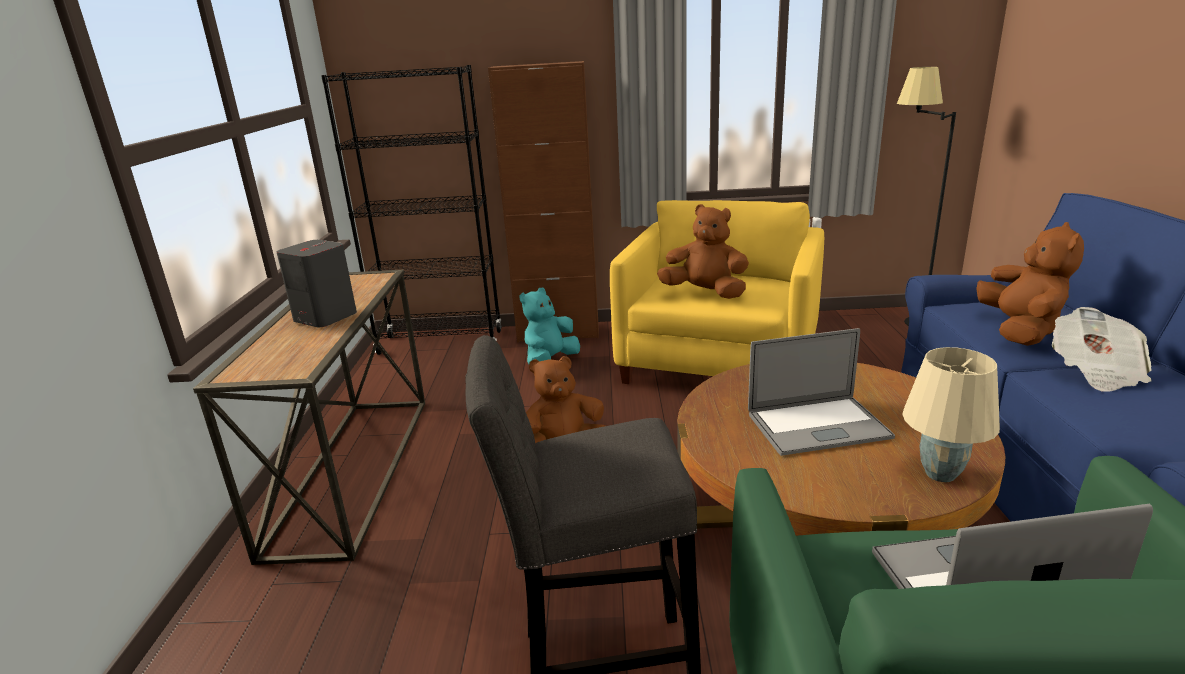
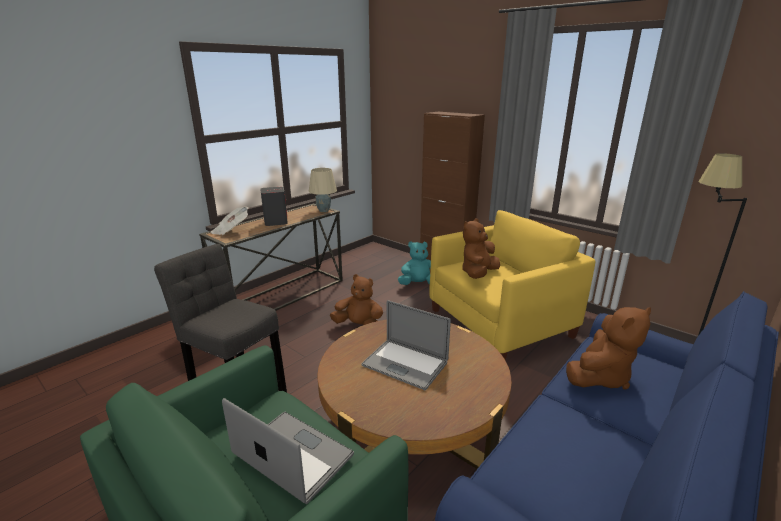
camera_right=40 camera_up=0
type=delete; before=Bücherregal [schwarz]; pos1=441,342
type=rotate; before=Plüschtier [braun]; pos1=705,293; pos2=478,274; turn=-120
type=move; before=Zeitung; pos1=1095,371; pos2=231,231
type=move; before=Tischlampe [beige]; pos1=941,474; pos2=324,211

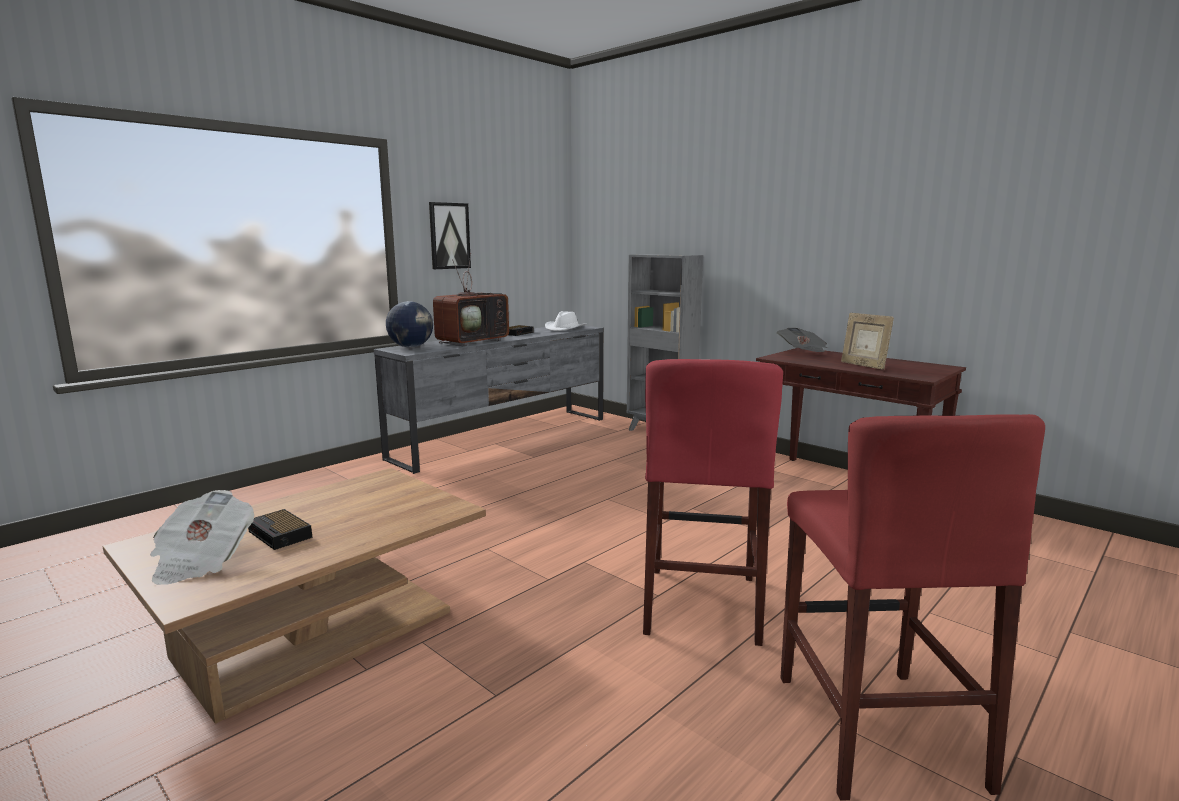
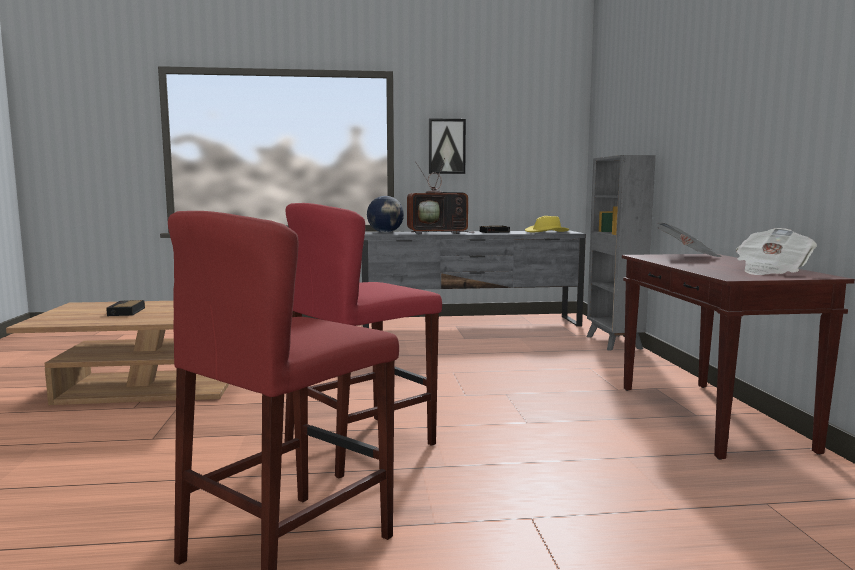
camera_right=40 camera_up=-5
type=recolor; before=Hut [weiß]; after=Hut [gelb]; pos1=565,329; pos2=546,232
type=delete; before=Bilderrahmen; pos1=863,366
type=move; before=Zeitung; pos1=202,561; pos2=771,271

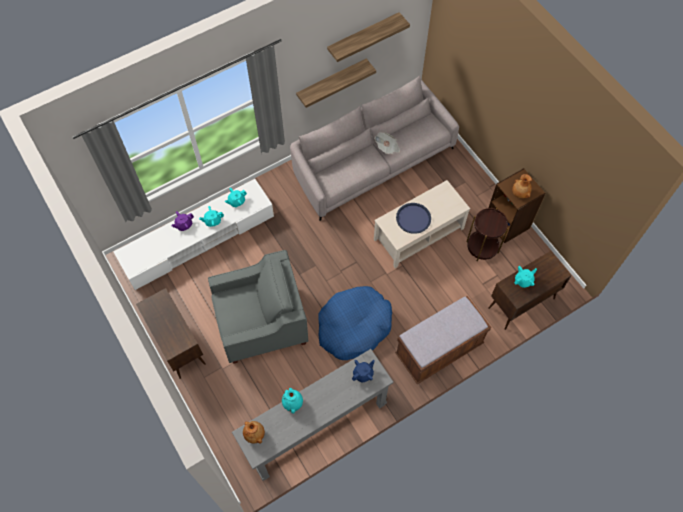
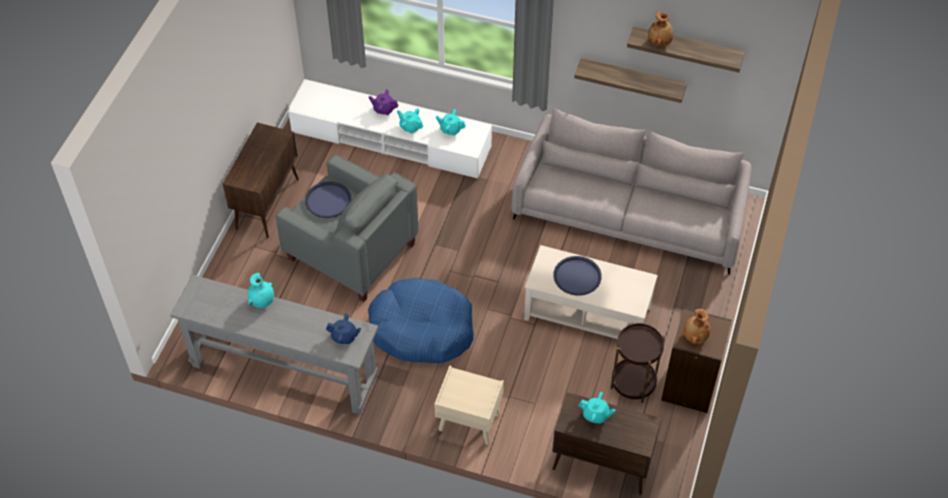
camera_right=50 camera_up=-10
type=delete; before=Zeitung; pos1=387,147
type=replace; before=Bank [braun]; after=Nachttisch [beige]; pos1=439,349; pos2=468,422
type=move; before=Vase [braun]; pos1=255,434; pos2=660,42
type=insert; after=Tablett [blau]; pos2=328,200

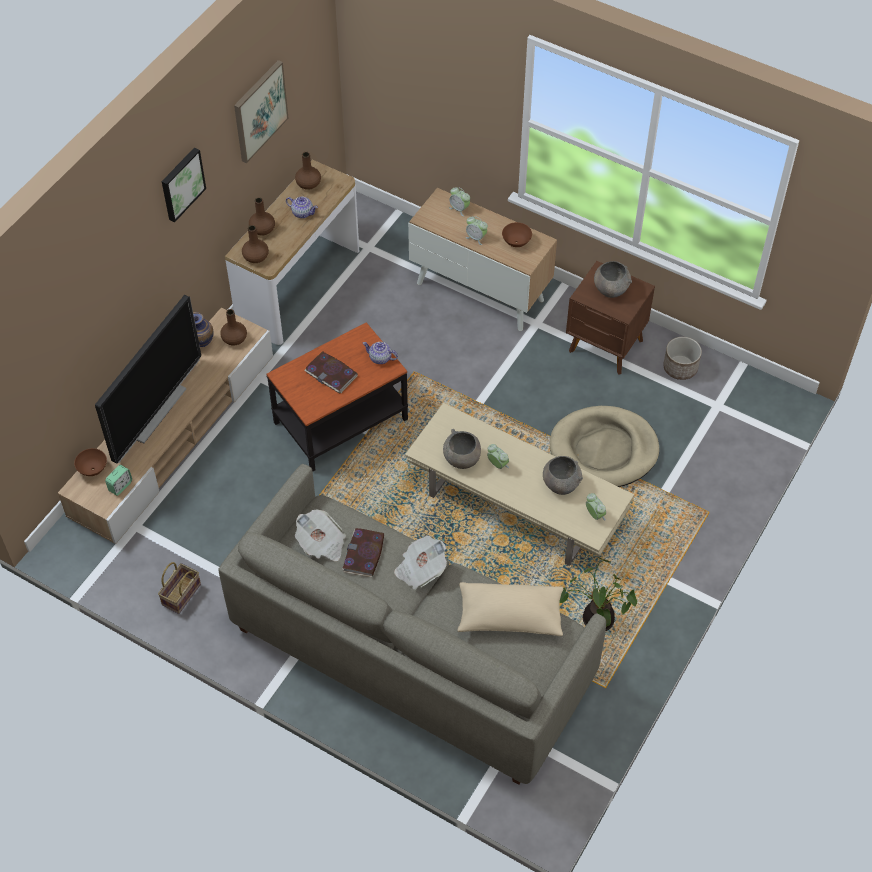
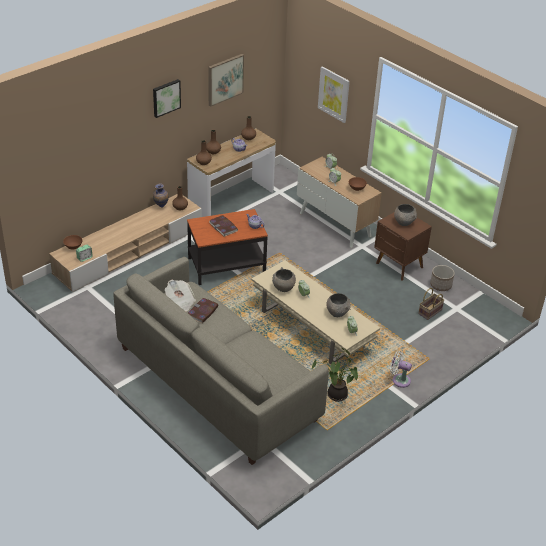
camera_right=15 camera_up=-15
type=delete; before=Fernseher; pos1=155,411
type=delete; before=Hundebett [beige]; pos1=603,450
type=delete; before=Zeitung; pos1=420,569
type=move; before=Korb; pos1=181,596; pos2=430,312
type=delete; before=Kissen [beige]; pos1=510,617
type=insert; after=Bild; pos2=334,94
type=insert; after=Ventilator [weiß]; pos2=399,380

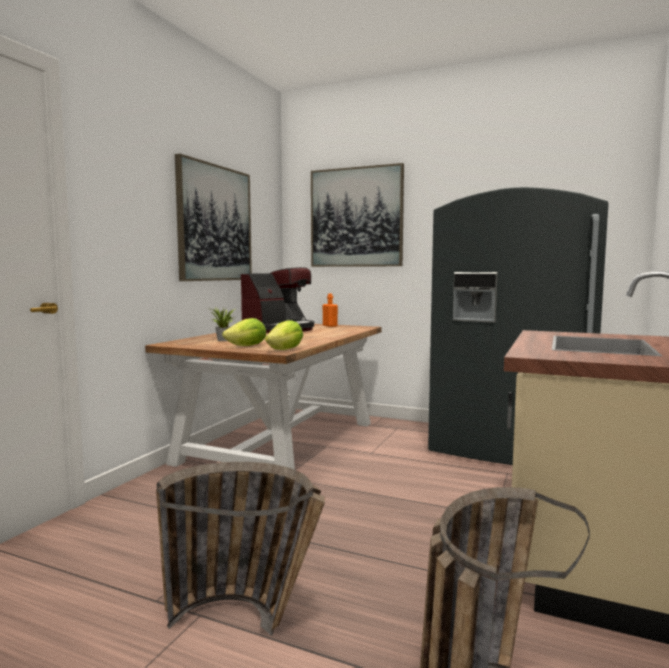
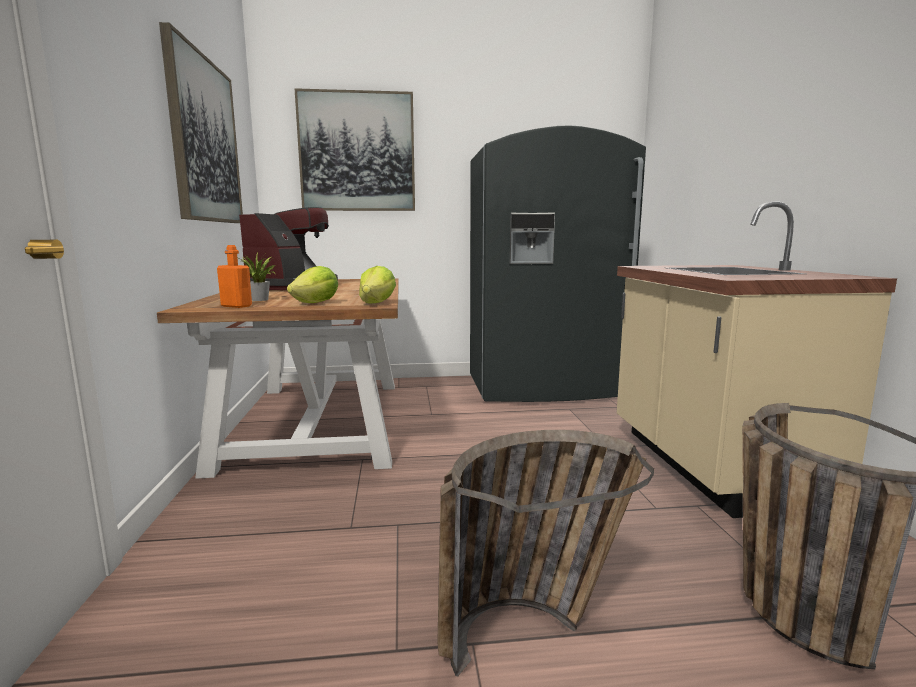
camera_right=-30 camera_up=5
type=move; before=Flasche [orange]; pos1=330,326; pos2=236,306

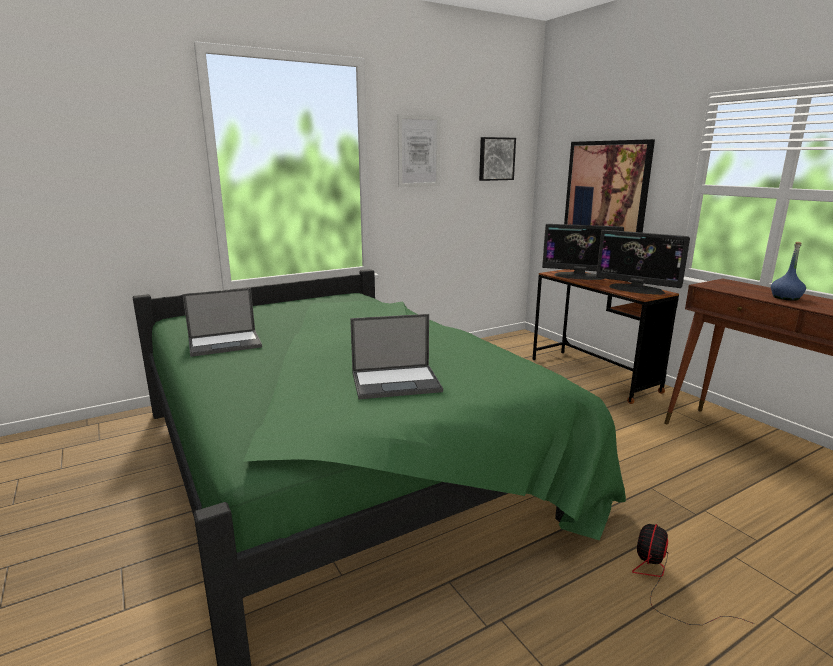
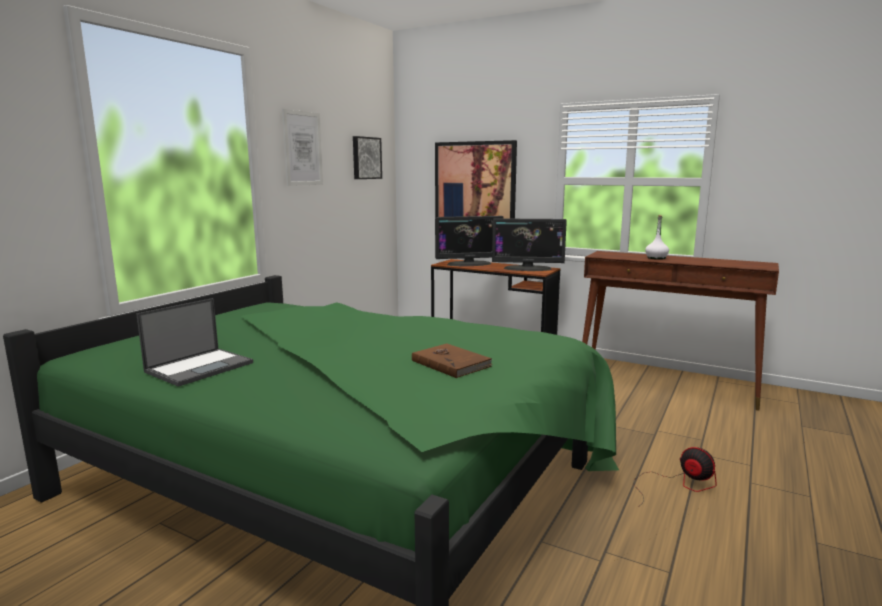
camera_right=-30 camera_up=-5
type=recolor; before=Flasche [blau]; after=Flasche [weiß]; pos1=786,298; pos2=656,258
type=replace; before=Laptop; after=Buch [braun]; pos1=397,382; pos2=451,363
type=rotate; before=Ventilator; pos1=662,582; pos2=677,485; turn=135

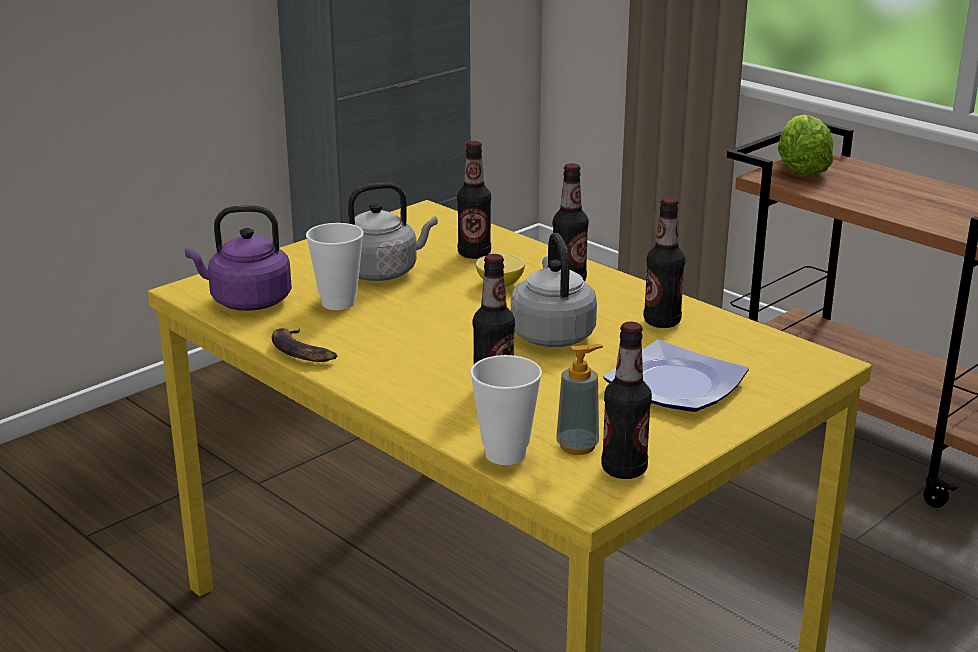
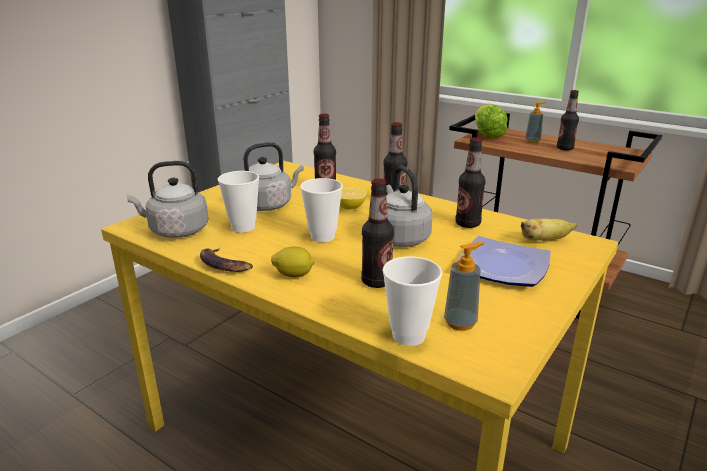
camera_right=-10 camera_up=0
type=recolor; before=Wasserkessel [lila]; after=Wasserkessel [grau]; pos1=246,301; pos2=176,231
type=move; before=Flasche; pos1=624,469; pos2=564,148
type=insert; after=Seifenspender; pos2=532,141
type=insert; after=Tasse; pos2=322,237
type=insert; after=Banane; pos2=544,240
type=insert; after=Zitrone; pos2=293,275

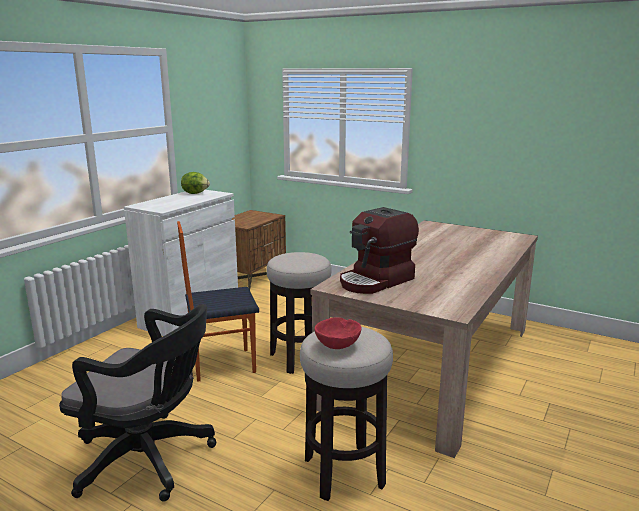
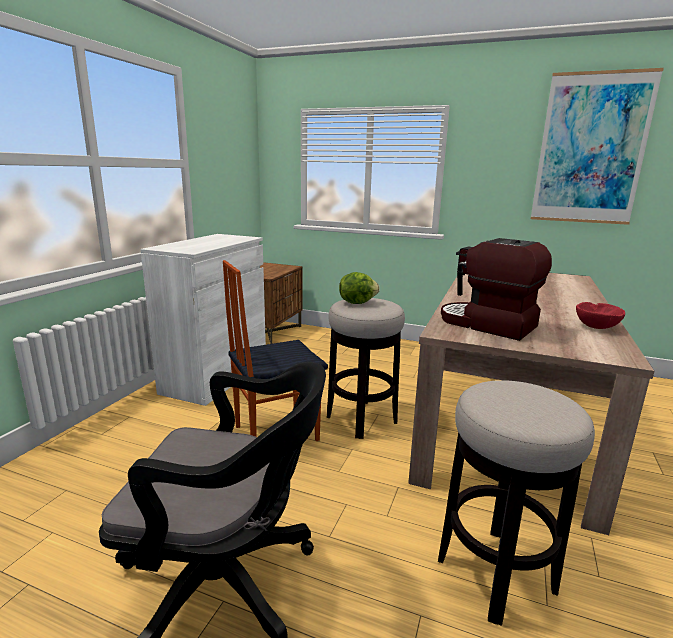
camera_right=-10 camera_up=0
type=move; before=Salatkopf; pos1=195,193; pos2=357,302
type=rotate; before=Kaffeemaschine; pos1=376,281; pos2=487,324; turn=90
type=move; before=Schüssel [rot]; pos1=337,345; pos2=596,327
type=insert; after=Bild; pos2=591,149

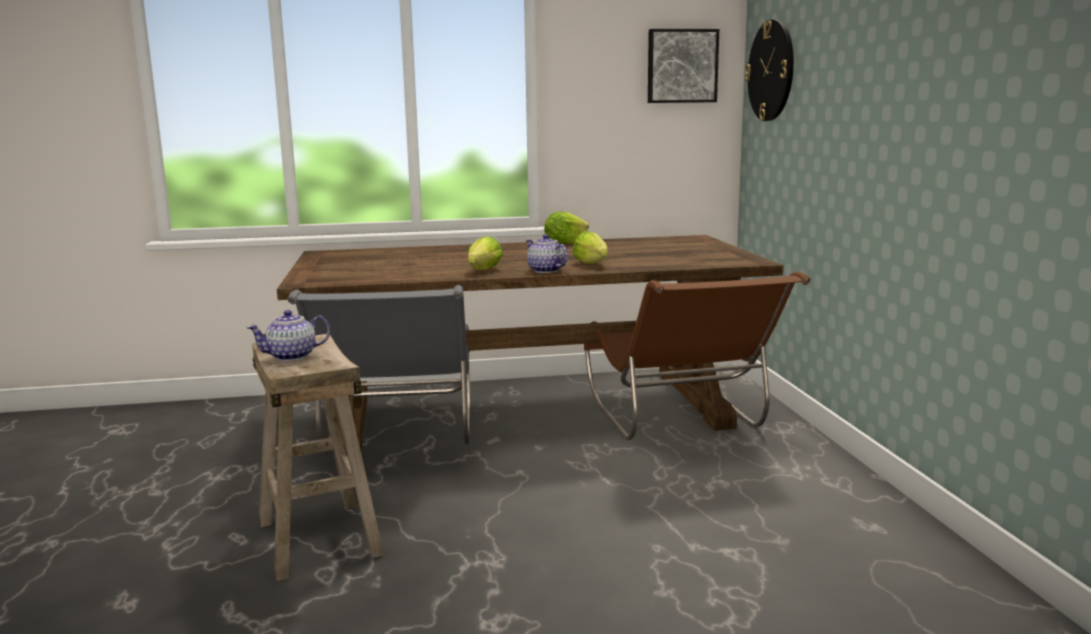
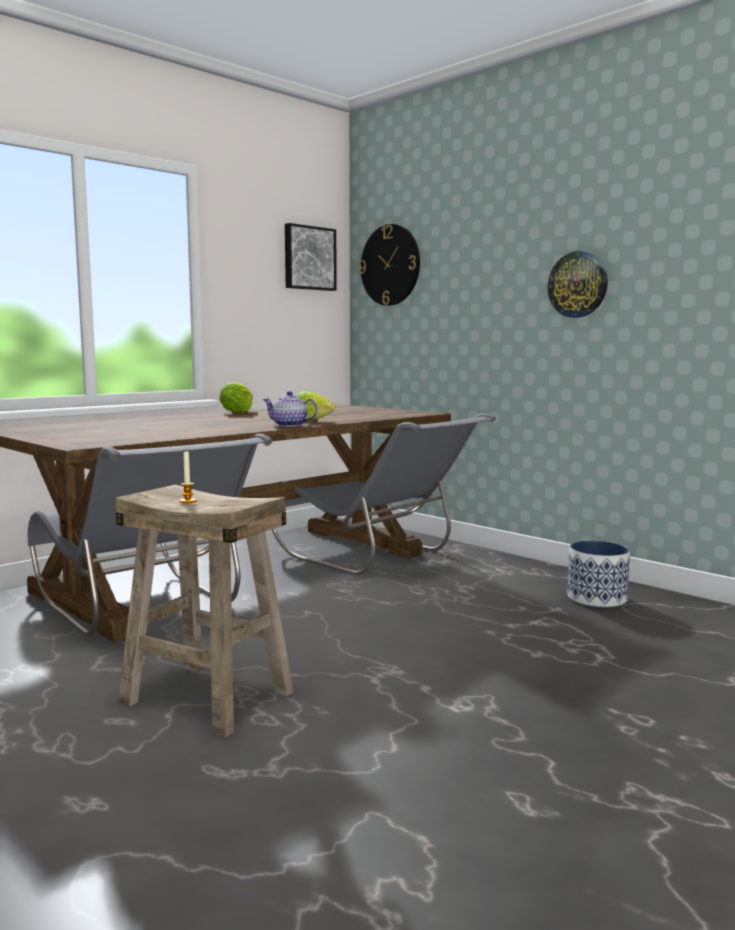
camera_right=-35 camera_up=-5
type=delete; before=Salatkopf; pos1=483,271
type=recolor; before=Stuhl [braun]; after=Stuhl [grau]; pos1=679,421; pos2=375,557
type=replace; before=Teekanne; after=Kerze; pos1=292,356; pos2=188,501
type=insert; after=Wanduhr; pos2=578,284
type=insert; after=Pflanzkübel; pos2=597,598

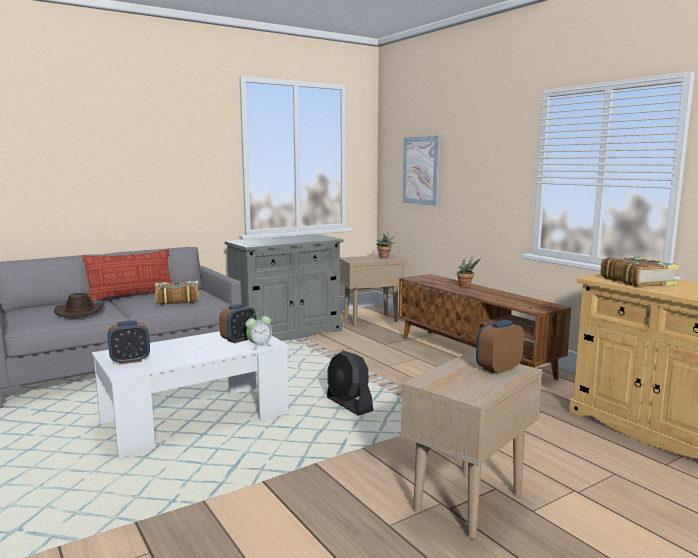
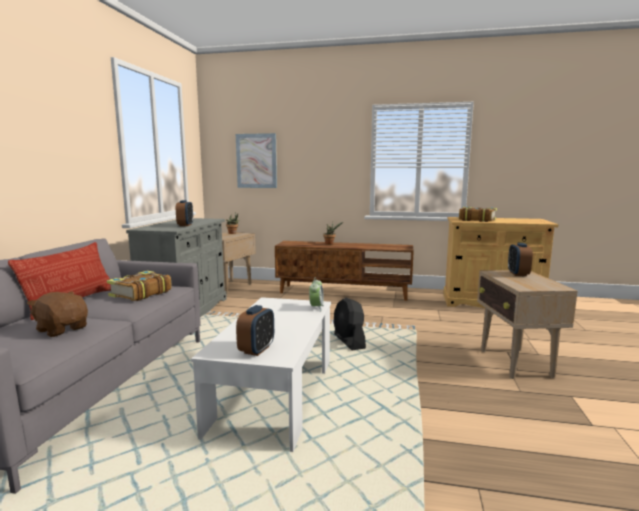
camera_right=-45 camera_up=0
type=replace; before=Hut [braun]; after=Plüschtier [braun]; pos1=80,312; pos2=62,329
type=move; before=Wecker; pos1=239,340; pos2=185,225
type=rotate; before=Ventilator [schwarz]; pos1=349,405; pos2=349,341; turn=60

